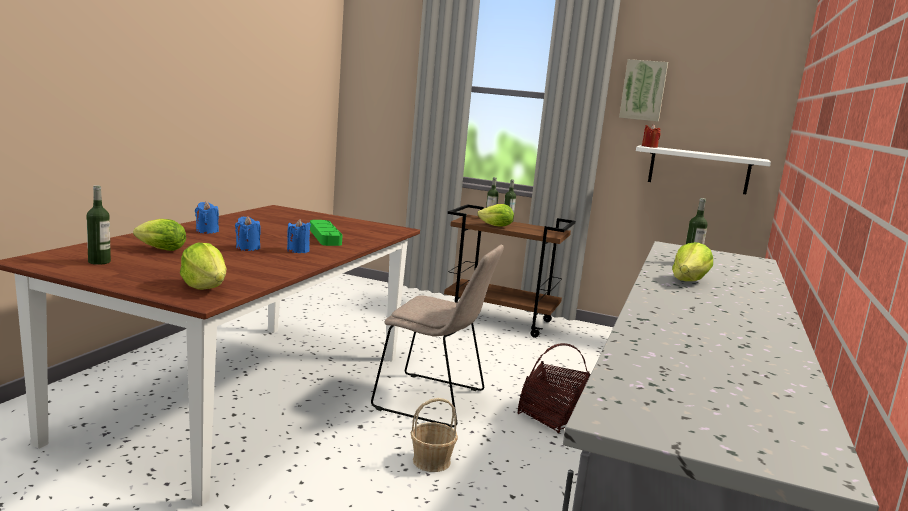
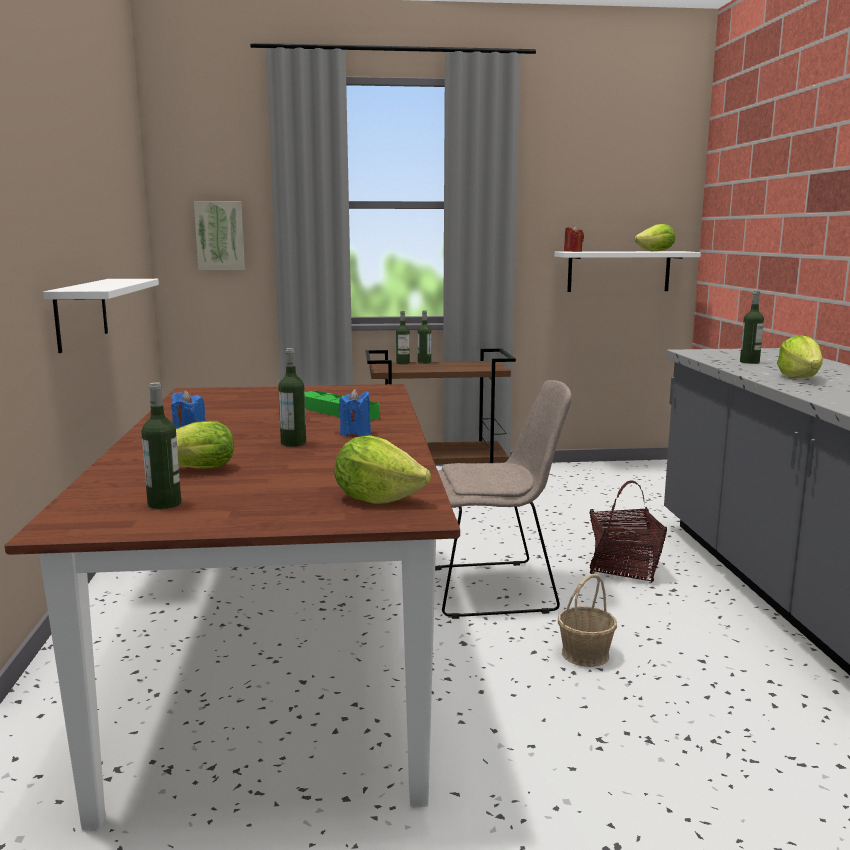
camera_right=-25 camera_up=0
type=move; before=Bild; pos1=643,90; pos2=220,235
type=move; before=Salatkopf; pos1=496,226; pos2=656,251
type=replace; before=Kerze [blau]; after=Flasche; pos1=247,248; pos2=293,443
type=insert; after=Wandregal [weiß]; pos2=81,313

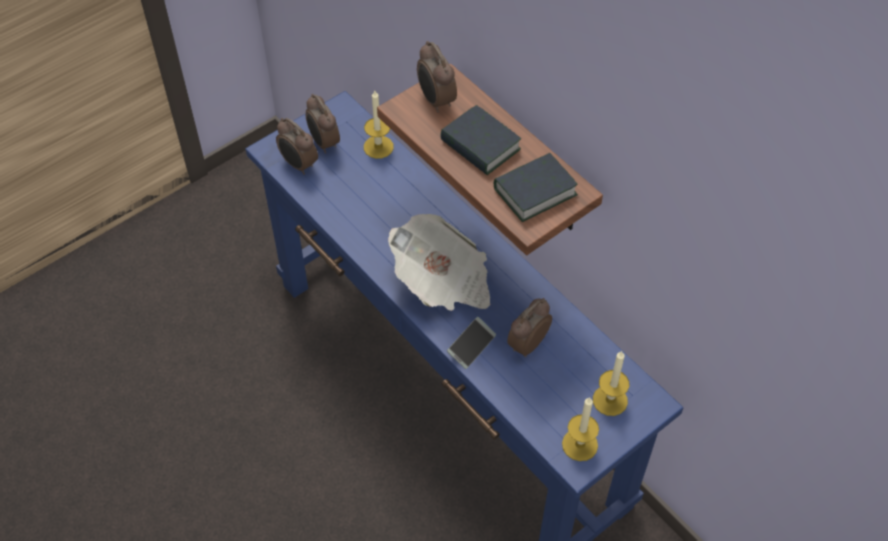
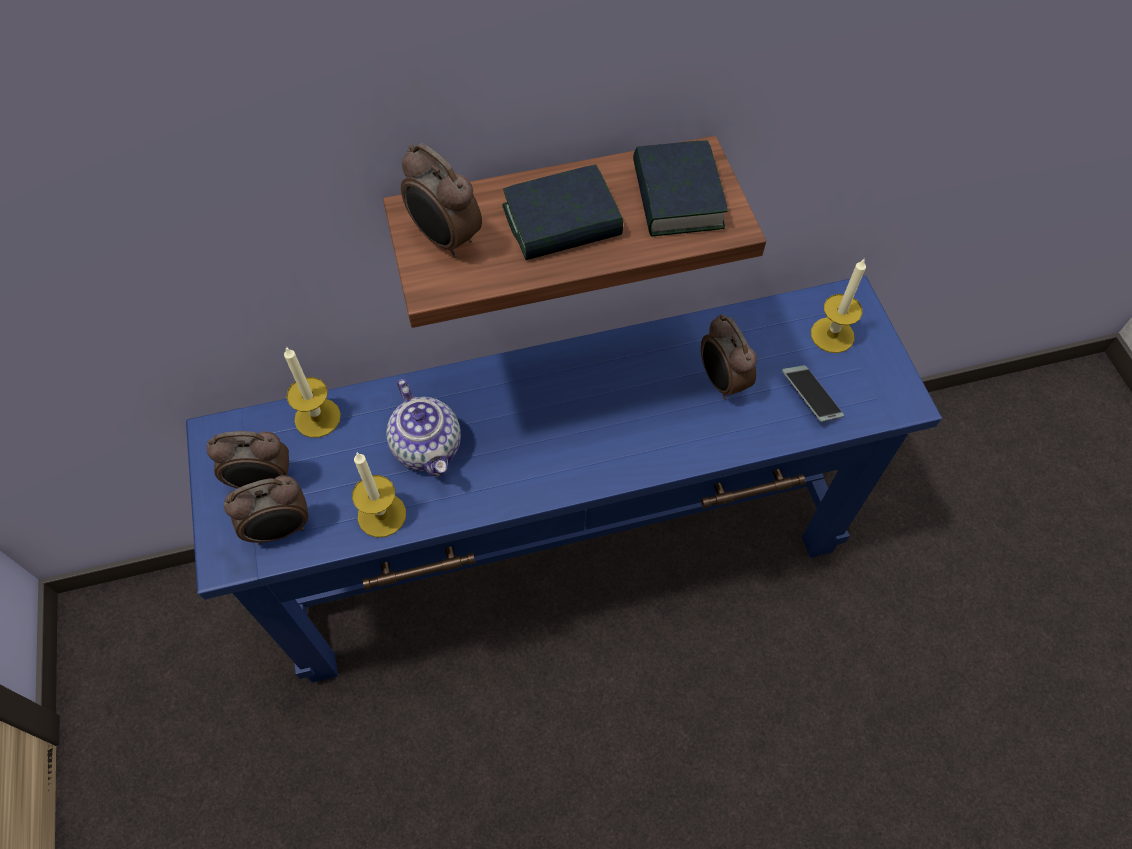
camera_right=-65 camera_up=5
type=rotate; before=Wecker; pos1=436,101; pos2=445,239; turn=45
type=delete; before=Zeitung; pos1=443,282
type=move; before=Handy; pos1=471,346; pos2=810,397
type=move; before=Kerze; pos1=579,444; pos2=381,515
type=insert; after=Teekanne; pos2=428,448

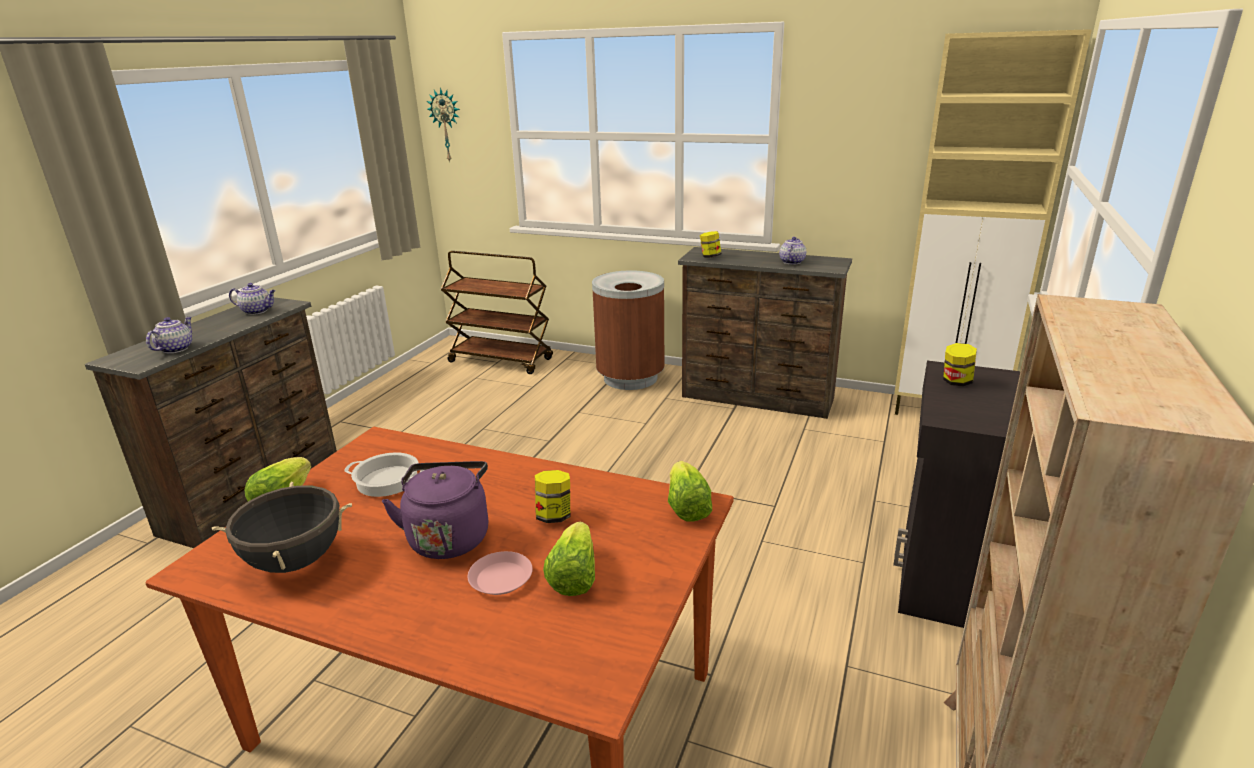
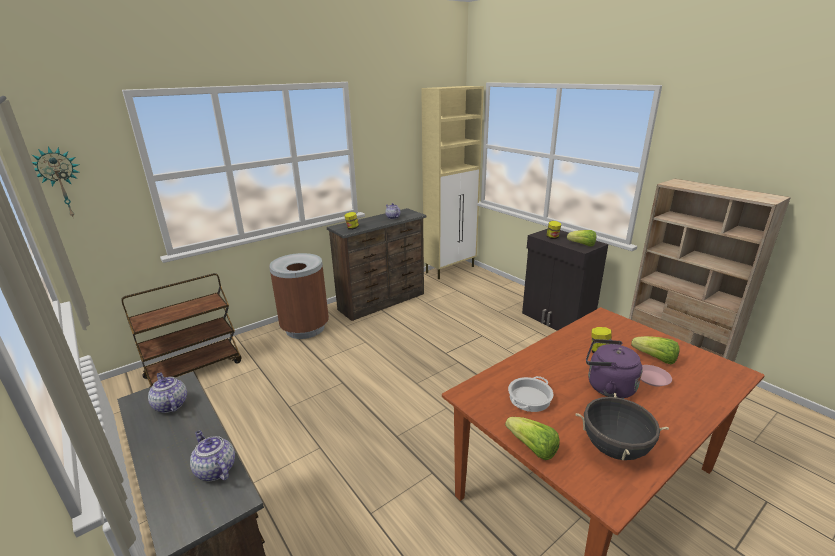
camera_right=-60 camera_up=0
type=rotate; before=Teekanne; pos1=257,311; pos2=170,405; turn=-75
type=move; before=Salatkopf; pos1=686,507; pos2=582,245

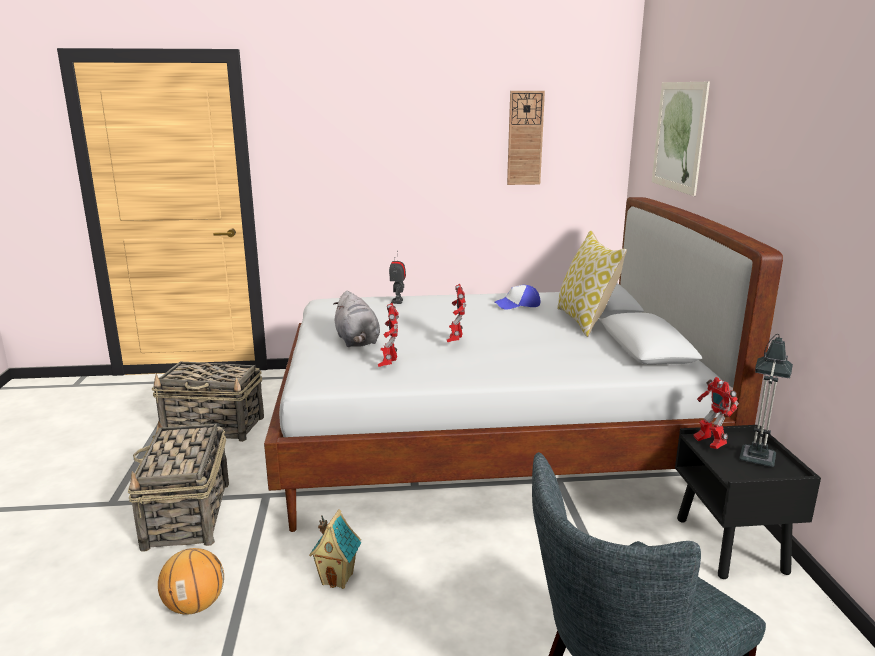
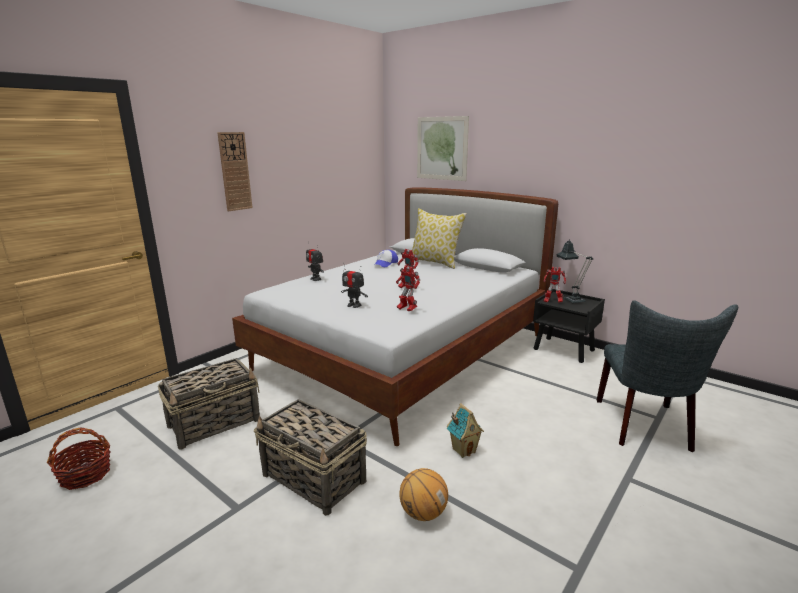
camera_right=-45 camera_up=0
type=move; before=Wanduhr; pos1=525,138; pos2=235,171
type=replace; before=Plüschtier [grau]; after=Spielzeugroboter; pos1=357,341; pos2=354,305
type=insert; after=Korb; pos2=85,475

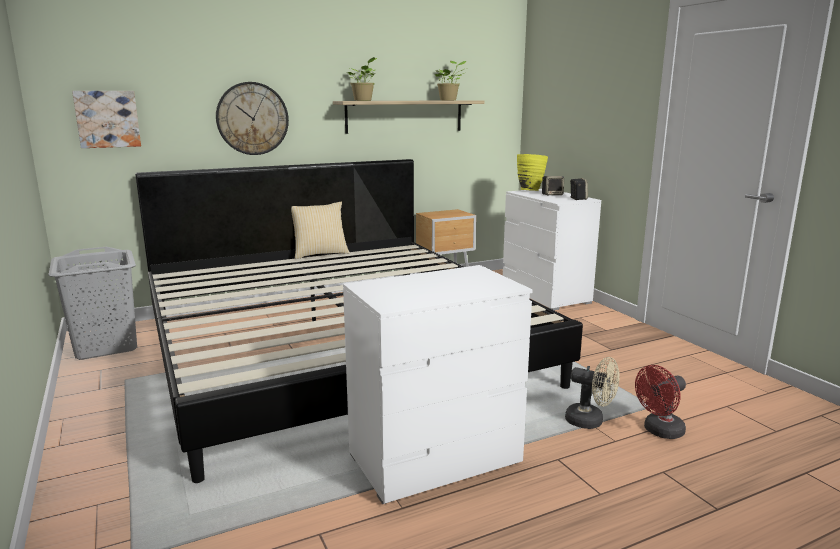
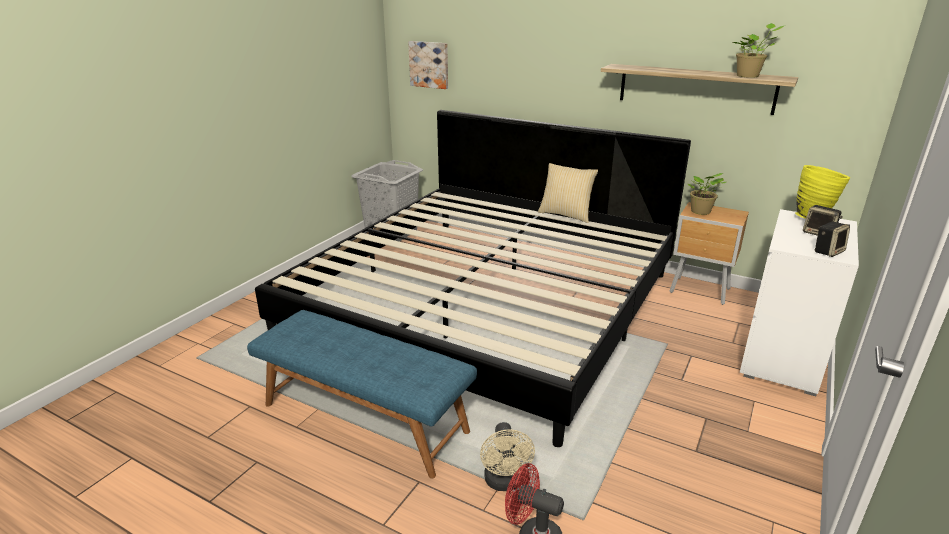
camera_right=55 camera_up=10
type=move; before=Topfpflanze; pos1=363,100; pos2=700,212
type=delete; before=Wanduhr; pos1=252,118
type=replace; before=Kommode [weiß]; after=Bank [blau]; pos1=436,459; pos2=365,417

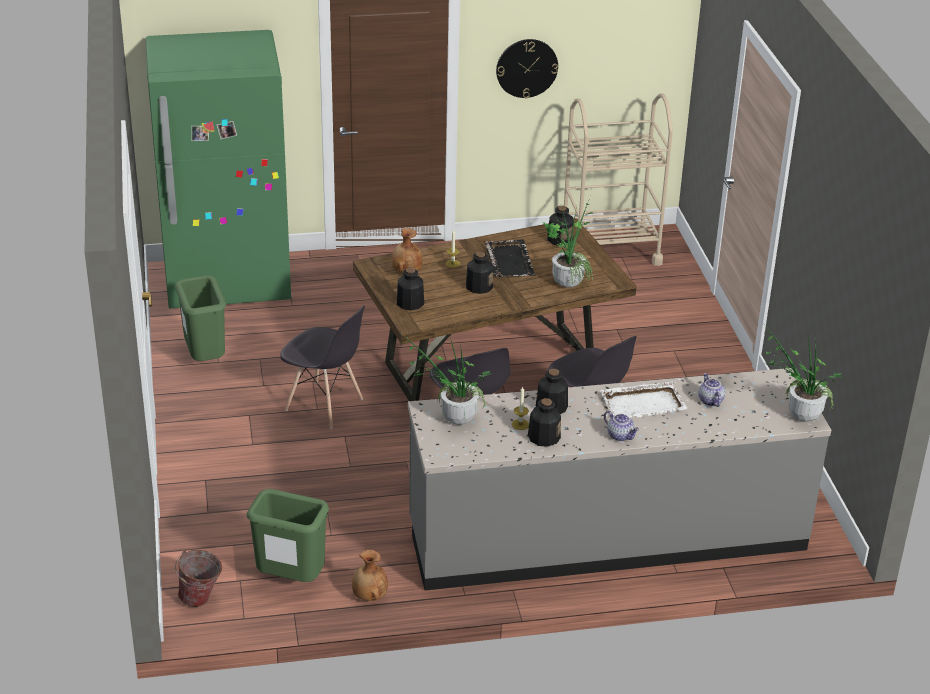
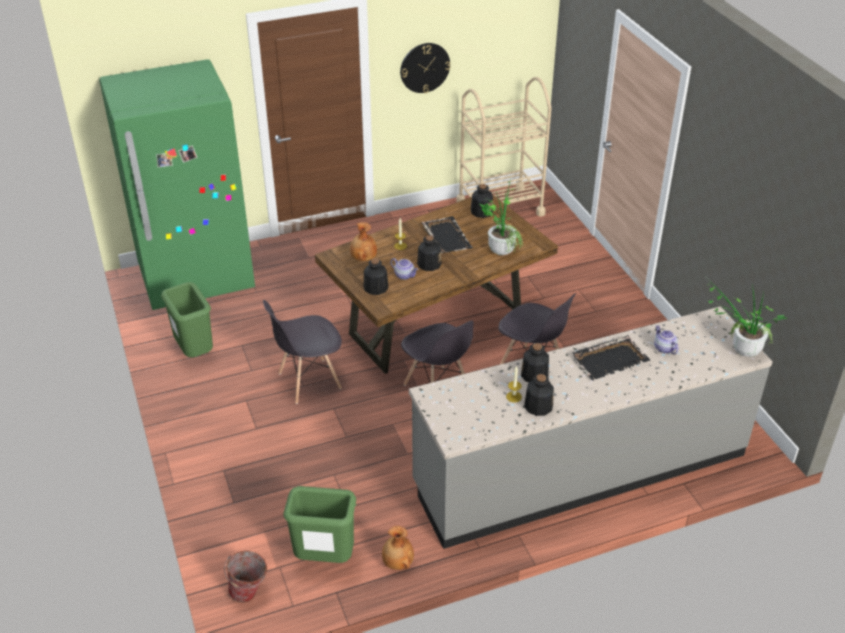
camera_right=-10 camera_up=5
type=rotate; before=Stuhl [grau]; pos1=325,405; pos2=308,381; turn=135
type=delete; before=Topfpflanze; pos1=451,418
type=recolor; before=Tablett [weiß]; after=Tablett [schwarz]; pos1=644,403; pos2=610,359
type=move; before=Teekanne; pos1=620,435; pos2=404,275

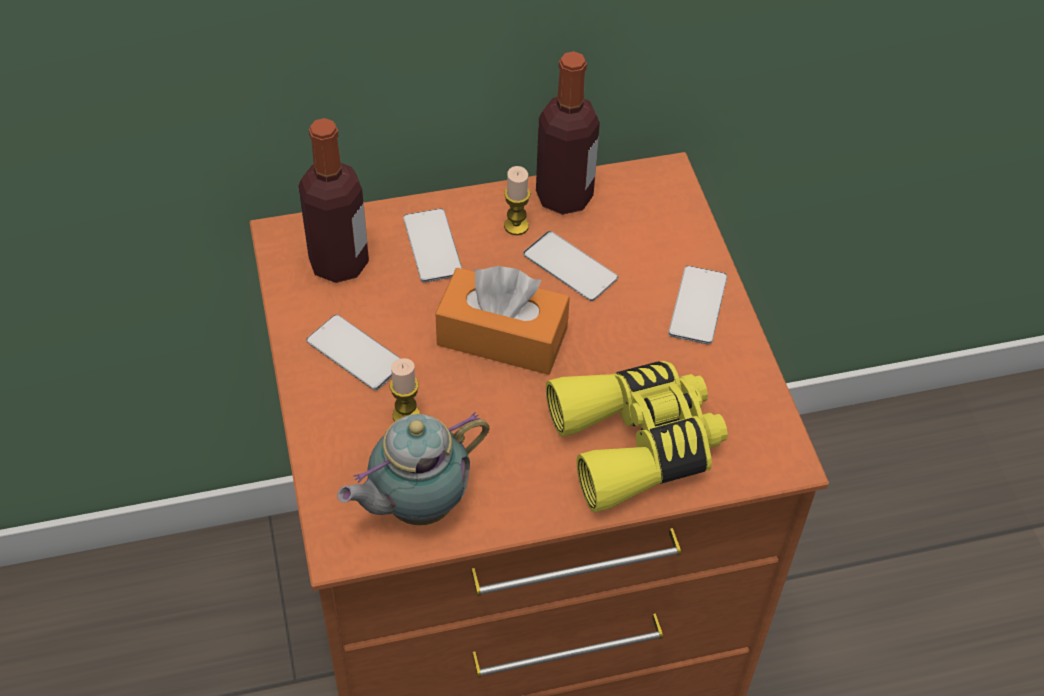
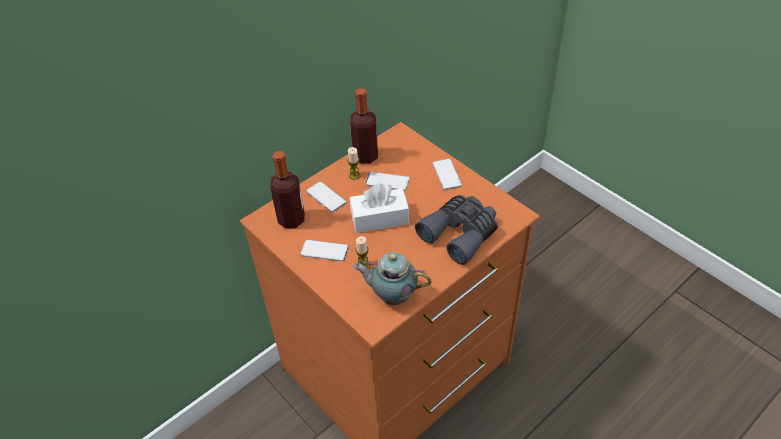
camera_right=-25 camera_up=-5
type=recolor; before=Taschentuchbox [orange]; after=Taschentuchbox [weiß]; pos1=502,337; pos2=380,218
type=recolor; before=Fernglas [gelb]; after=Fernglas [grau]; pos1=637,443; pos2=460,233
type=rotate; before=Teekanne; pos1=416,505; pos2=392,296; turn=75

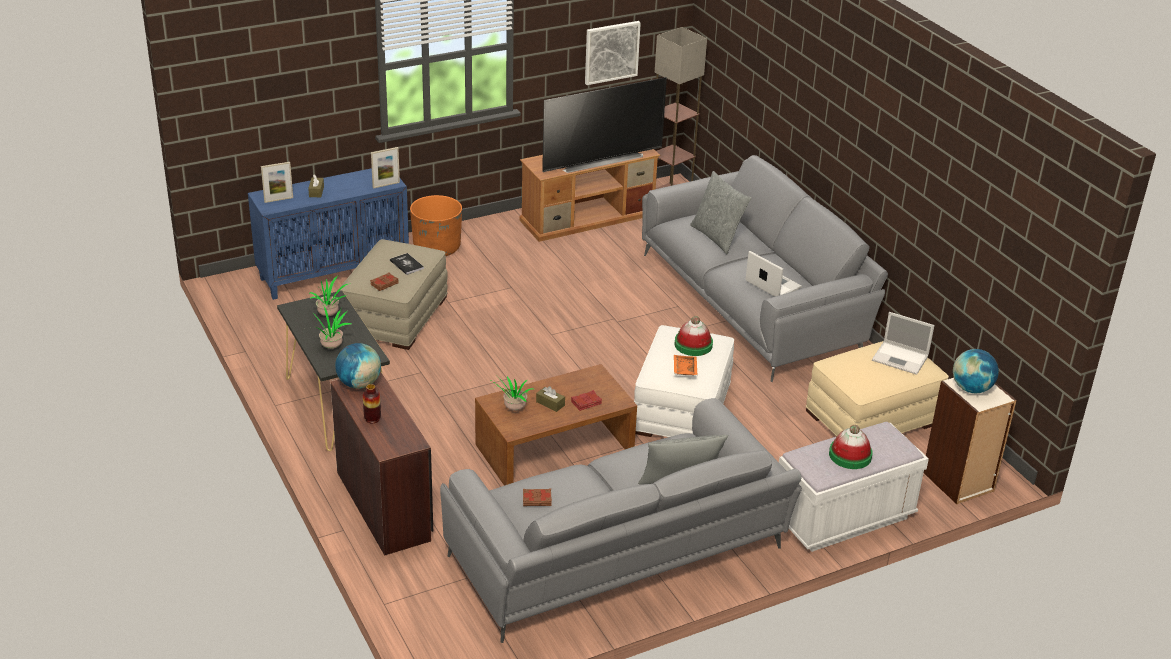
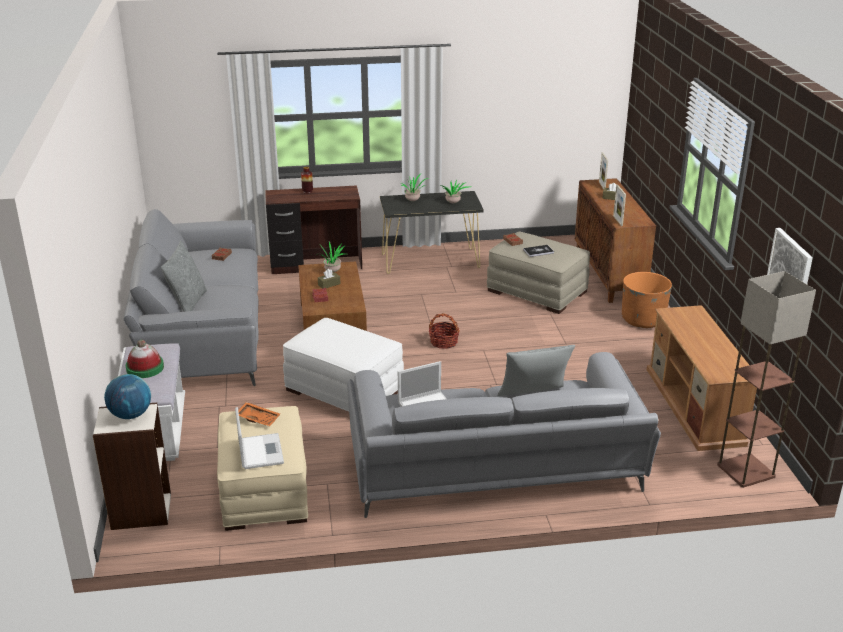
camera_right=110 camera_up=-5
type=delete; before=Fernseher; pos1=600,159
type=recolor; before=Schrank [blau]; after=Schrank [braun]; pos1=334,273; pos2=609,275
type=rotate; before=Laptop; pos1=901,358; pos2=260,451; turn=120
type=delete; before=Hut; pos1=693,345
type=delete; before=Globus; pos1=359,384
type=move; before=Tablett [orange]; pos1=684,369; pos2=258,418
type=insert; after=Korb; pos2=443,342

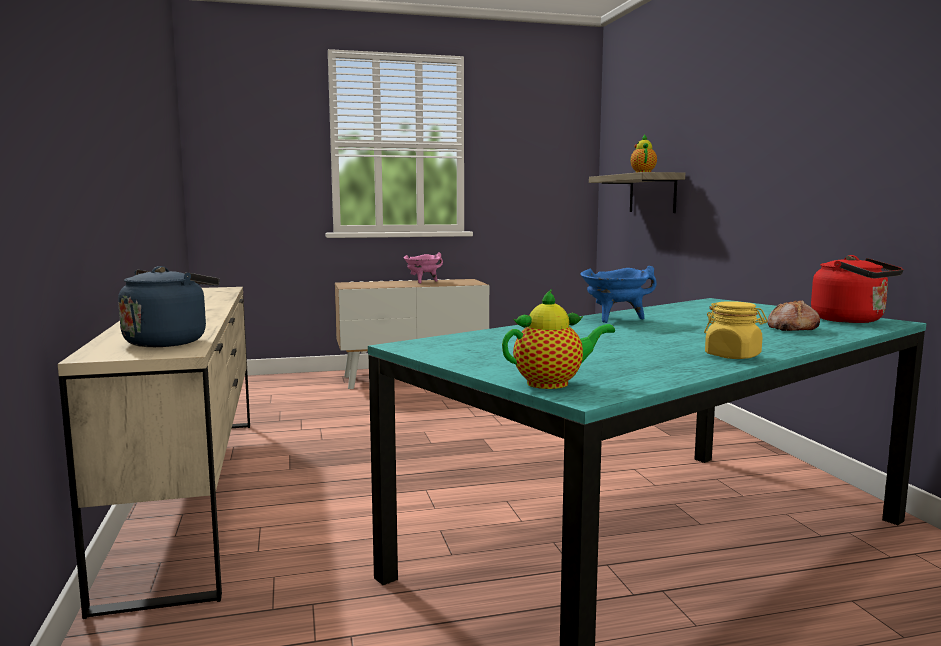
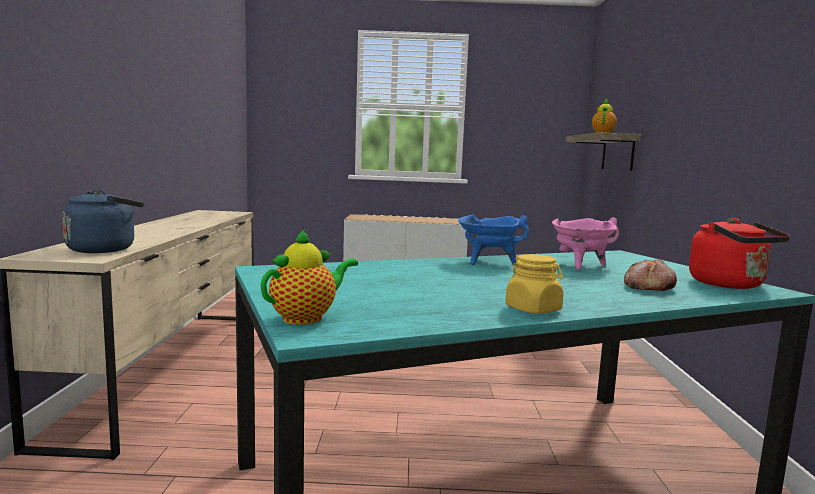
camera_right=15 camera_up=0
type=move; before=Kochtopf [rosa]; pos1=422,282; pos2=580,266
type=rotate; before=Teekanne; pos1=552,383; pos2=307,318; turn=-45

